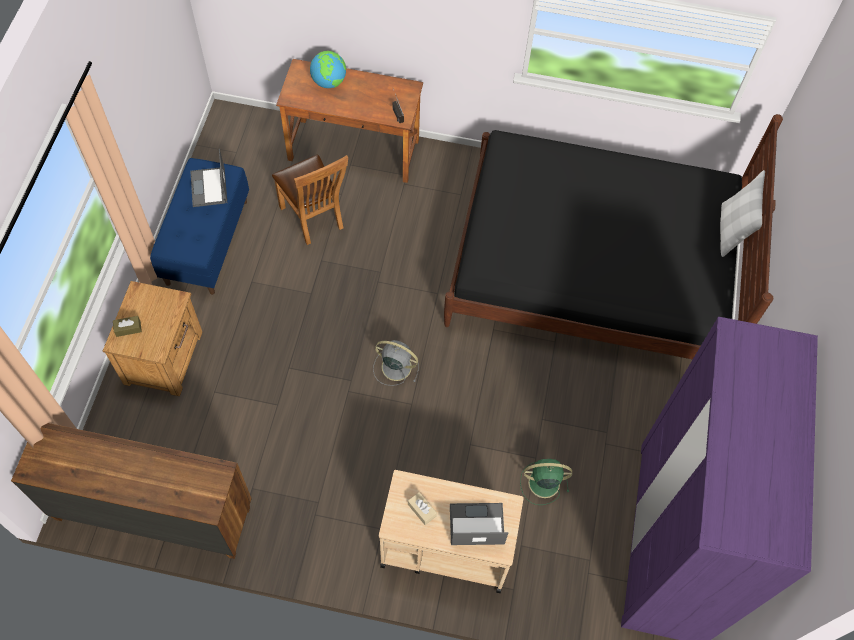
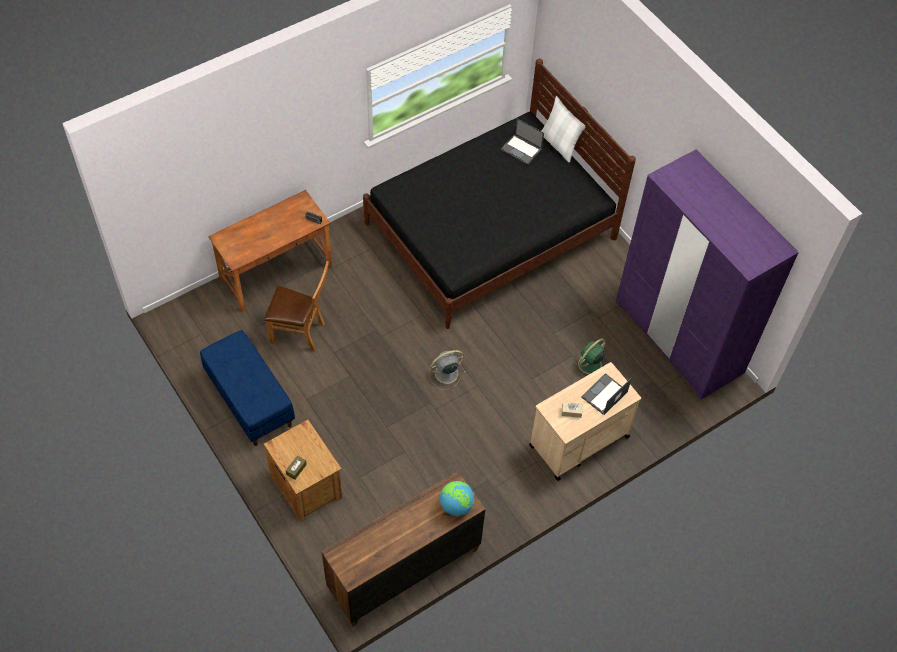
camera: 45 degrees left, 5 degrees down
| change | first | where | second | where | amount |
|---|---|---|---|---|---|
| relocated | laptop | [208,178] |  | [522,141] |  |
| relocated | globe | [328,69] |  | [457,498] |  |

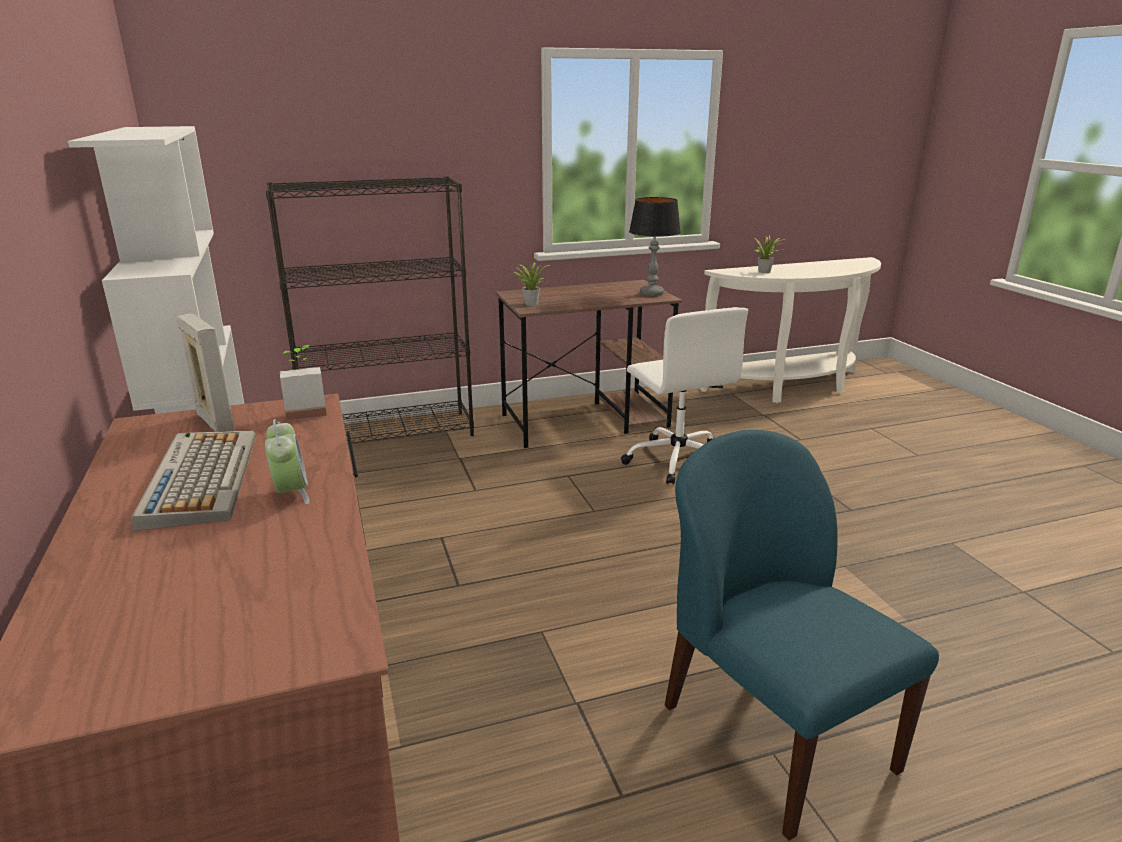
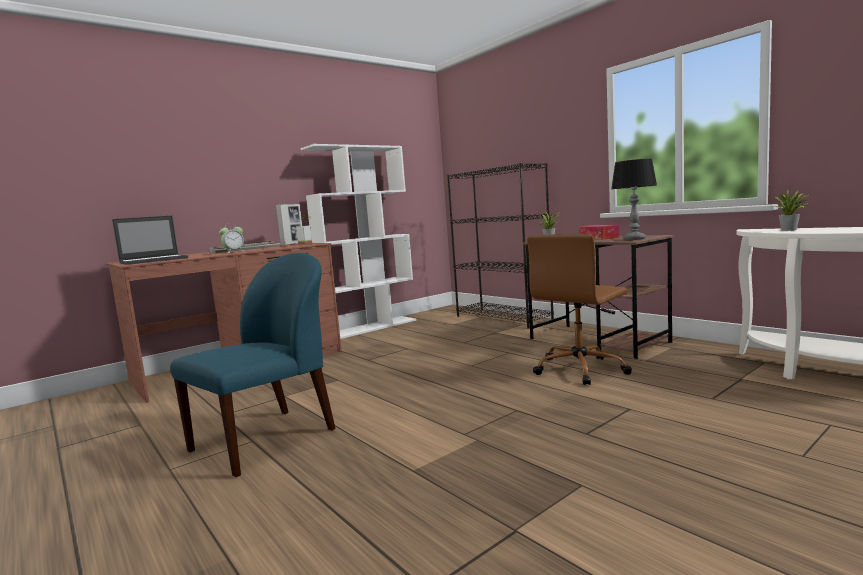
camera: 70 degrees right, 15 degrees down
| change | first | where | second | where | amount |
|---|---|---|---|---|---|
| colour | white office chair | [684,395] | brown office chair | [579,309] |  |
| appeared |  |  | laptop | [150,240] |  |
| appeared |  |  | tissue box | [599,232] |  |

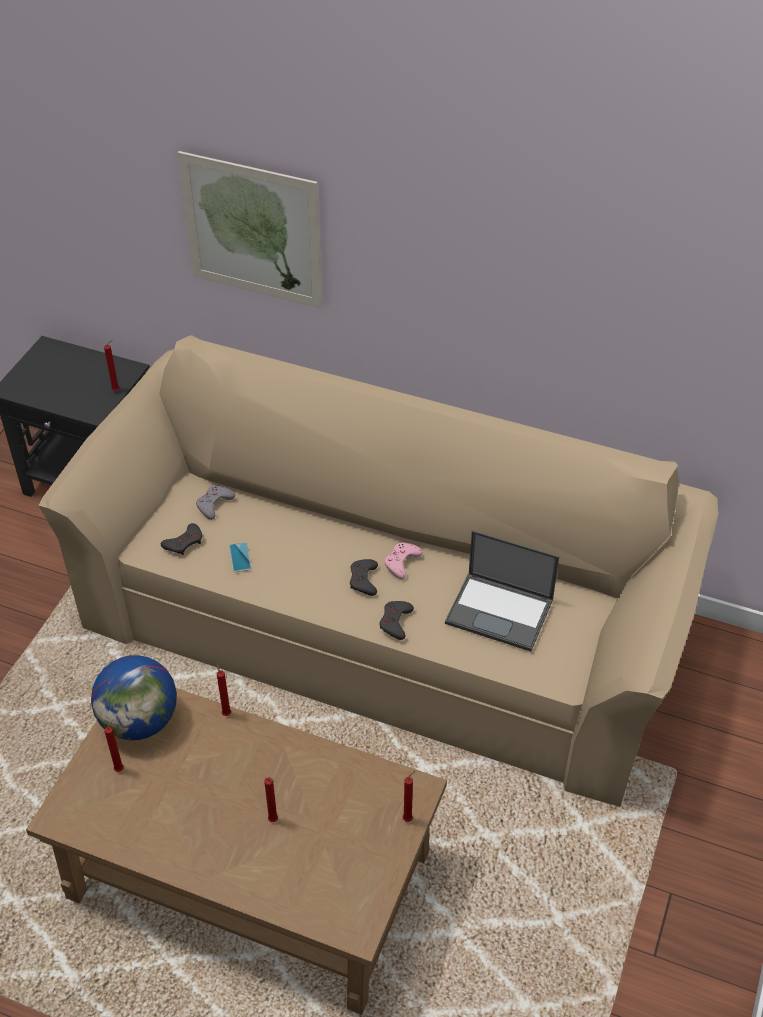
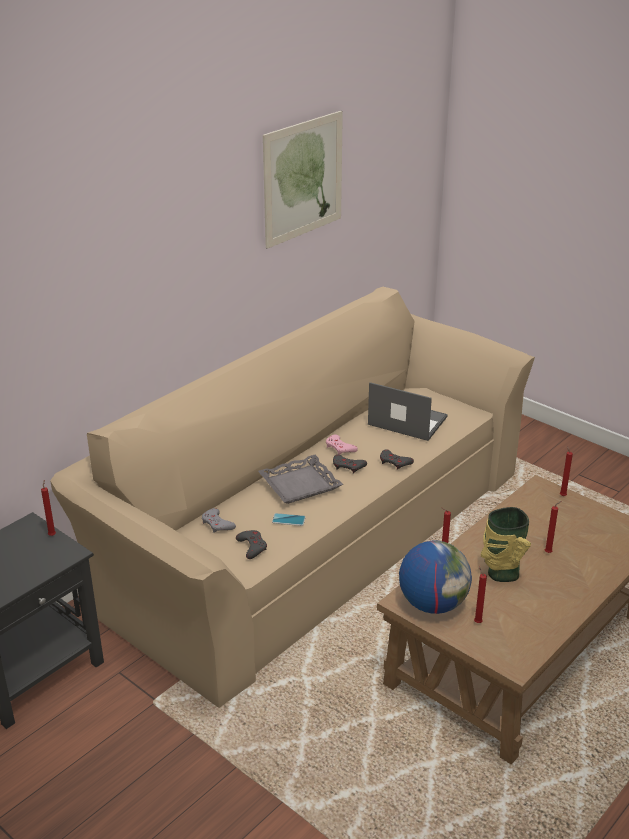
camera: 70 degrees left, 15 degrees down
| change | first | where | second | where | amount |
|---|---|---|---|---|---|
| relocated | picture | [250,229] |  | [303,180] |  |
| spun | laptop | [502,590] |  | [408,411] | 105 degrees counterclockwise |
| appeared |  |  | grey tray | [300,479] |  |
| appeared |  |  | vase | [506,544] |  |

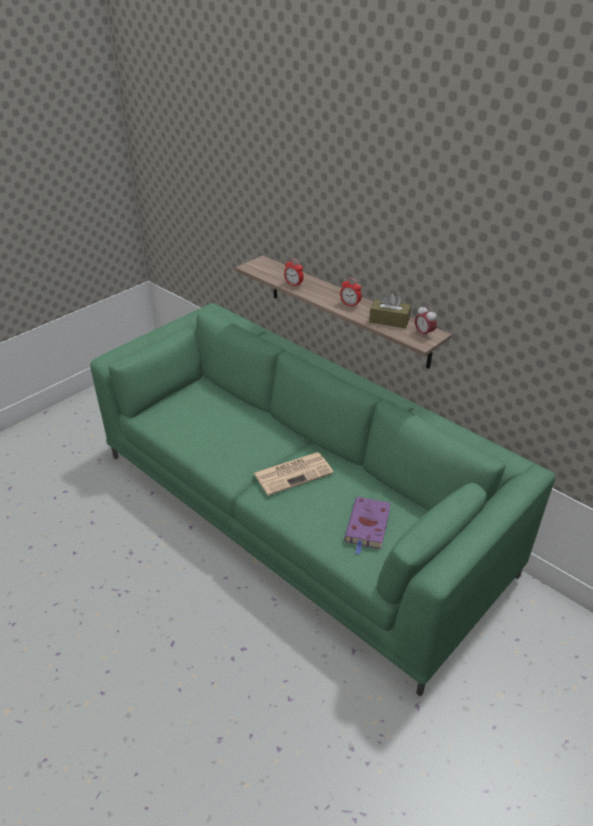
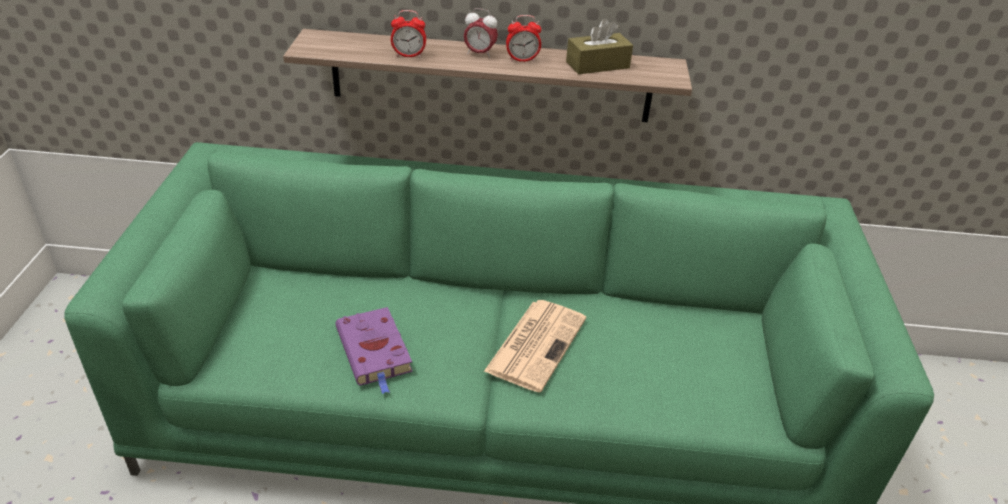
camera: 40 degrees left, 0 degrees up
| change | first | where | second | where | amount |
|---|---|---|---|---|---|
| relocated | purple book | [367,525] |  | [374,350] |  |
| relocated | alarm clock | [426,320] |  | [481,33] |  |

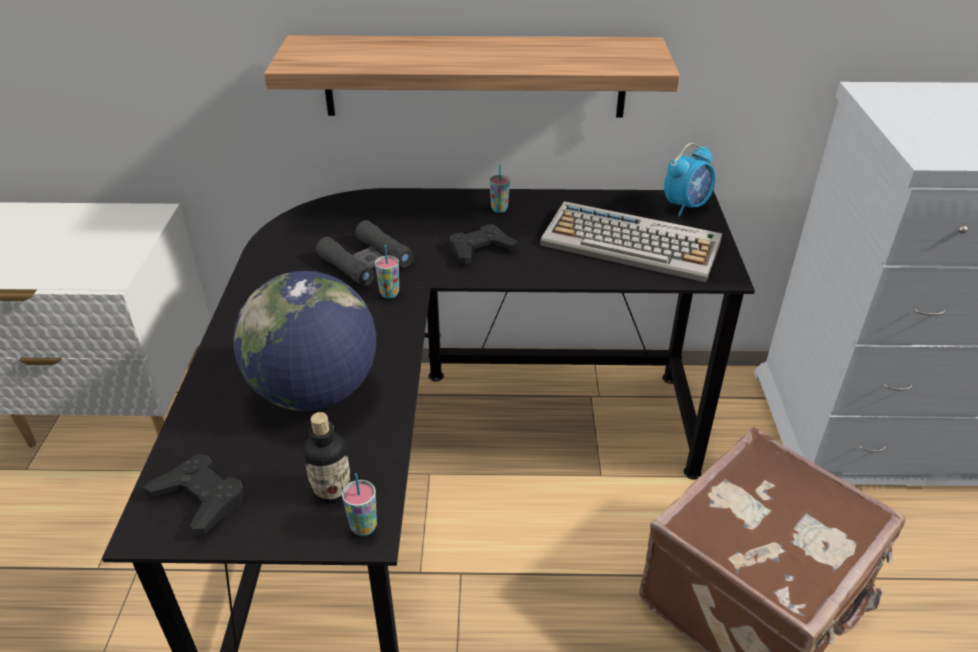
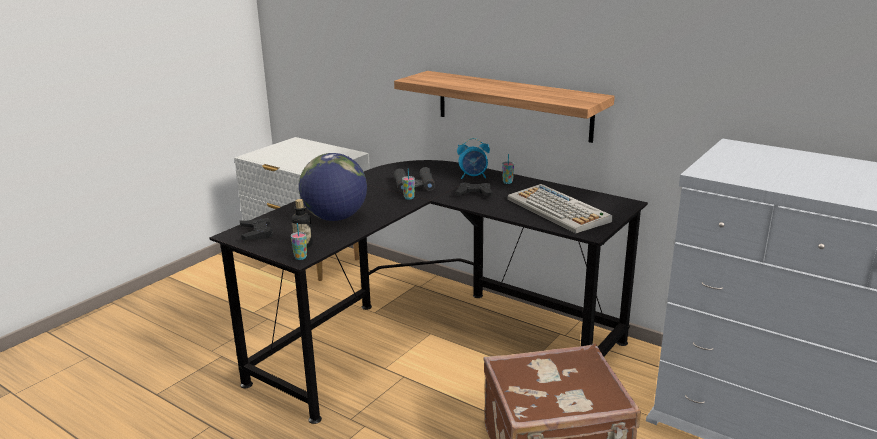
camera: 35 degrees right, 15 degrees down
| change | first | where | second | where | amount |
|---|---|---|---|---|---|
| relocated | alarm clock | [690,180] |  | [473,158] |  |

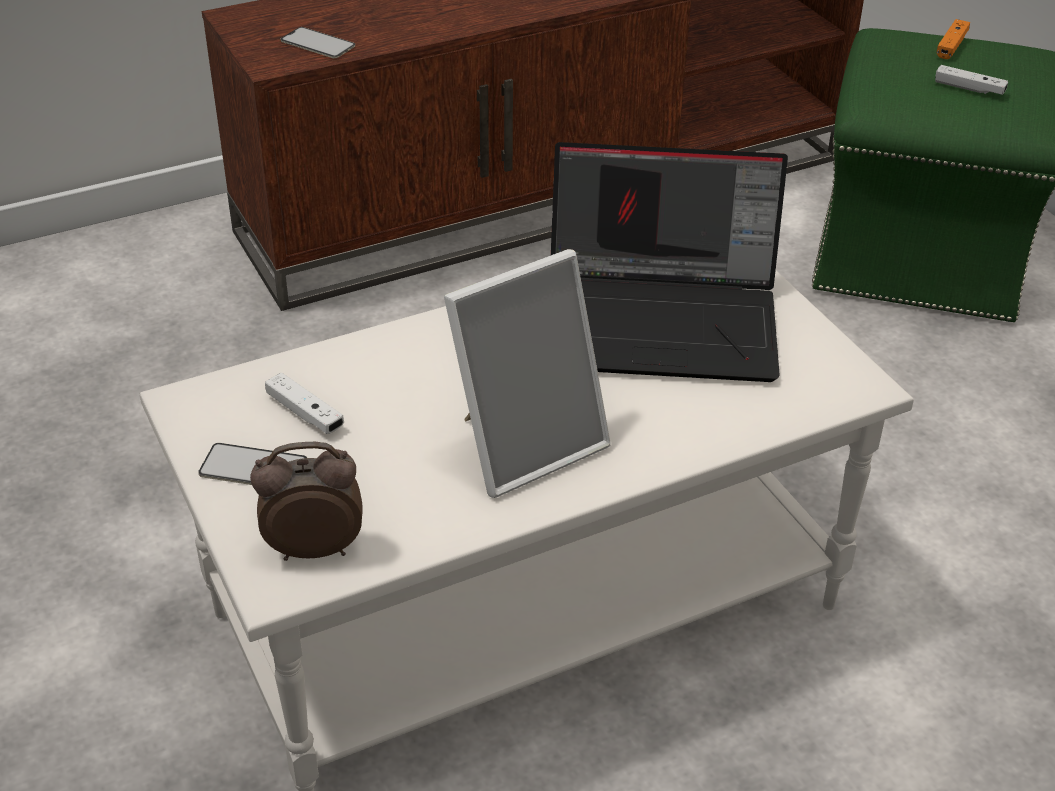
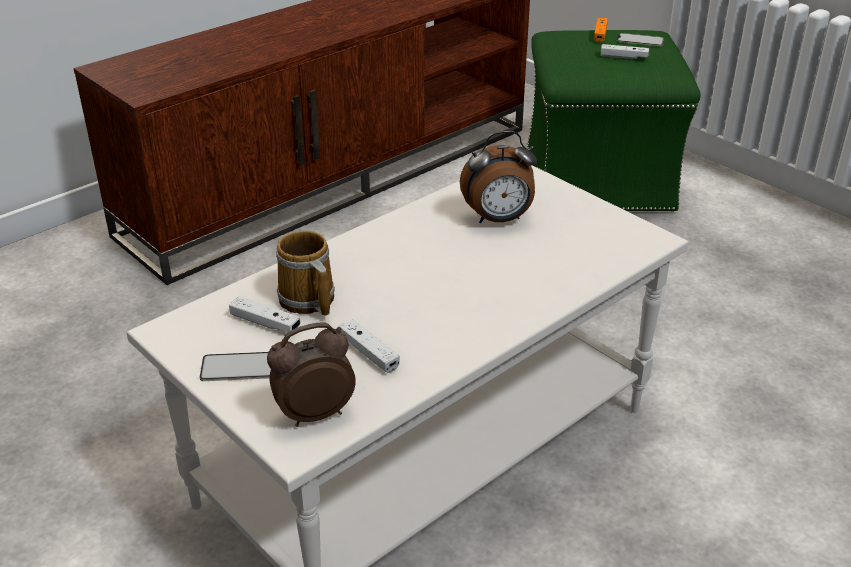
camera: 15 degrees left, 5 degrees down
| change | first | where | second | where | amount |
|---|---|---|---|---|---|
| relocated | phone | [318,42] |  | [640,39] |  |
| missing | picture frame | [527,373] |  |  |  |
| exchanged | laptop | [669,262] | alarm clock | [498,177] |  |
| appeared |  |  | mug | [305,273] |  |
| appeared |  |  | white game controller | [369,346] |  |

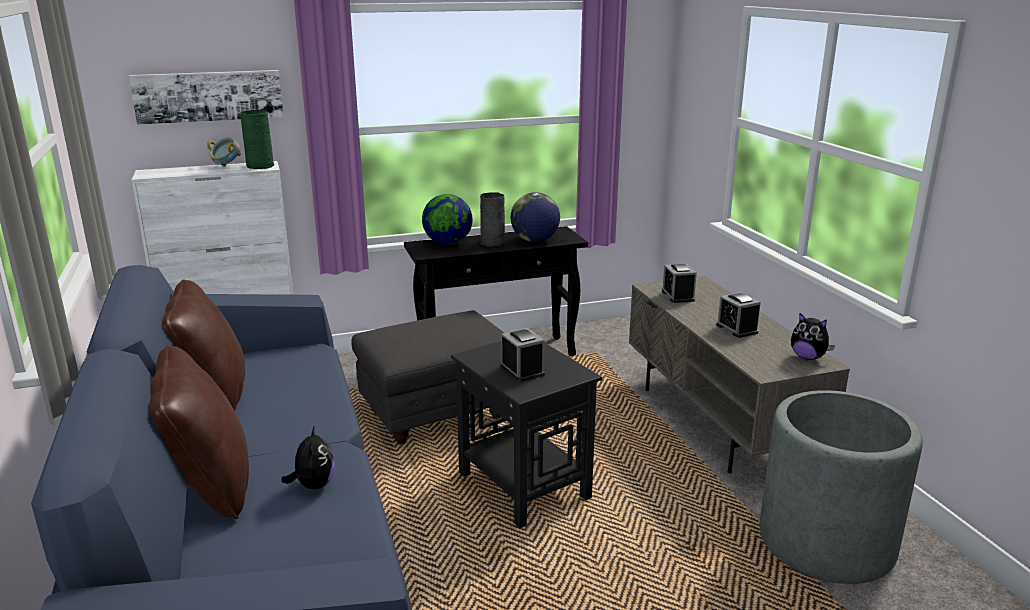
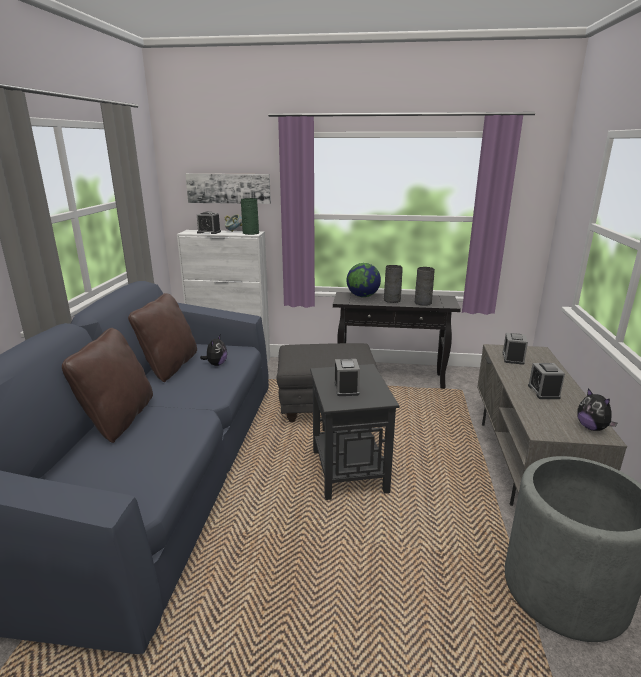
camera: 25 degrees right, 0 degrees up
| change | first | where | second | where | amount |
|---|---|---|---|---|---|
| relocated | plush toy | [308,457] |  | [213,350] |  |
| exchanged | globe | [535,217] | grey vase | [425,286] |  |
| appeared |  |  | alarm clock | [209,222] |  |

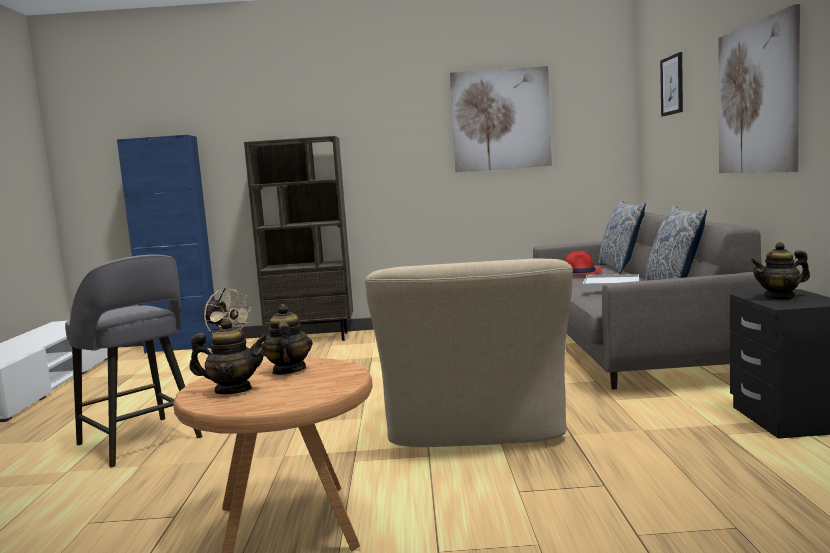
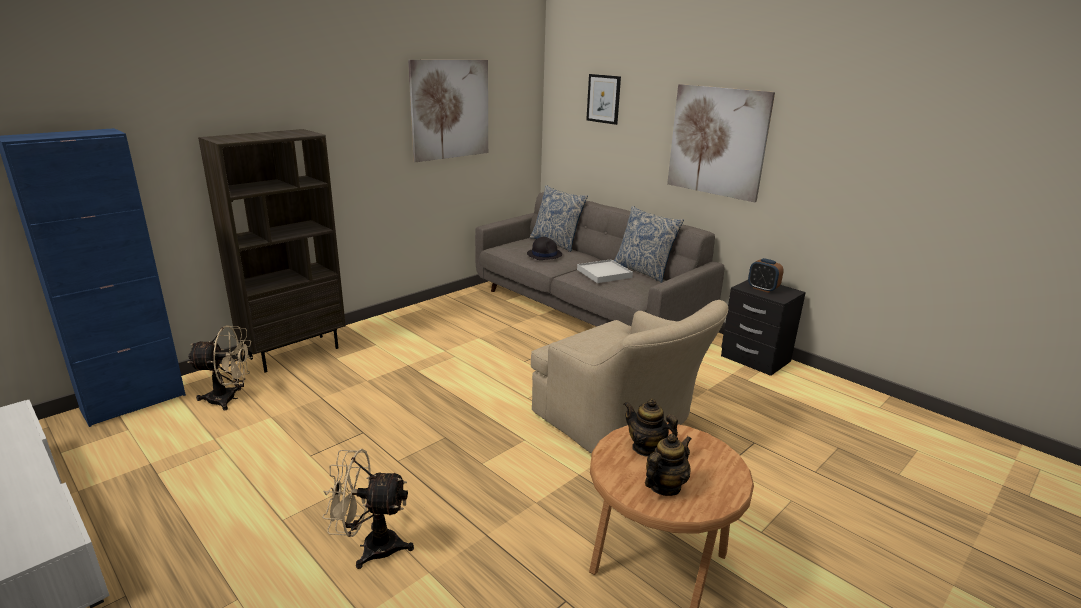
camera: 45 degrees left, 15 degrees up
| change | first | where | second | where | amount |
|---|---|---|---|---|---|
| exchanged | grey stool | [133,361] | beige fan | [368,509] |  |
| colour | red hat | [583,263] | black hat | [544,248] |  |
| exchanged | teapot | [780,271] | alarm clock | [766,275] |  |

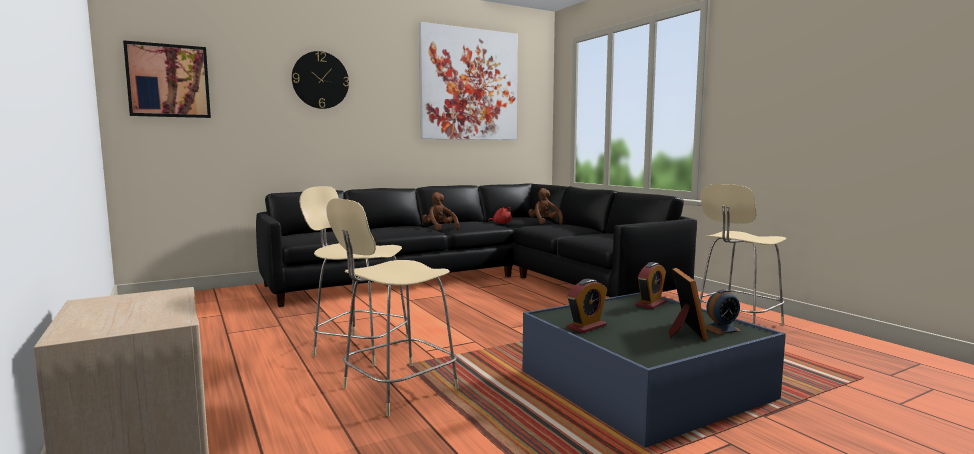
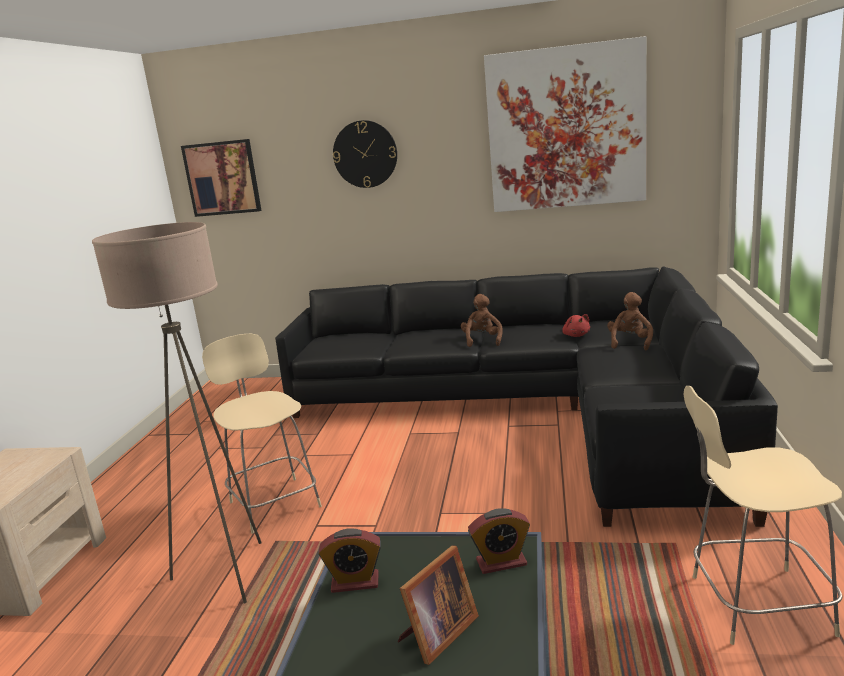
camera: 40 degrees right, 10 degrees up
| change | first | where | second | where | amount |
|---|---|---|---|---|---|
| exchanged | beige stool | [392,307] | beige floor lamp | [177,413] |  |
| missing | alarm clock | [723,312] |  |  |  |

